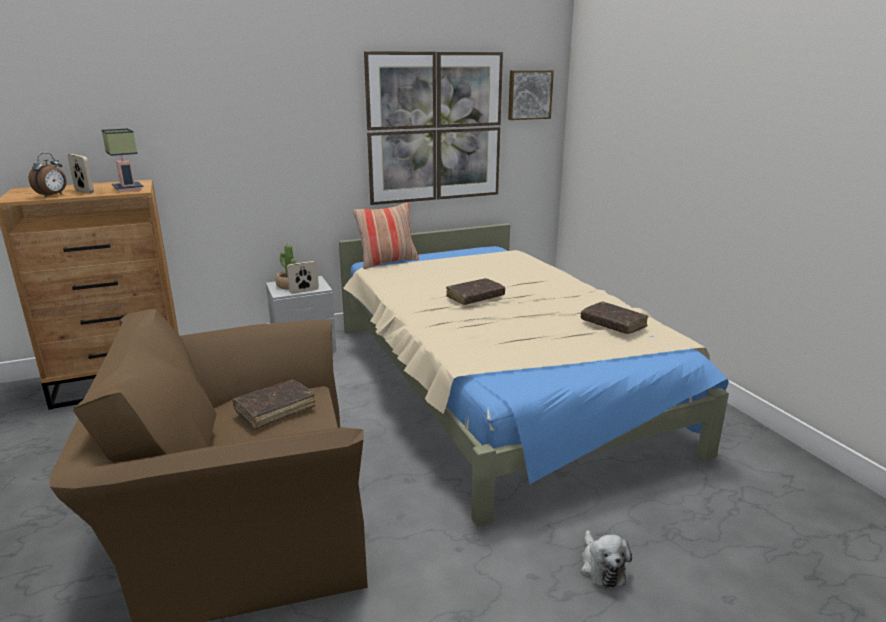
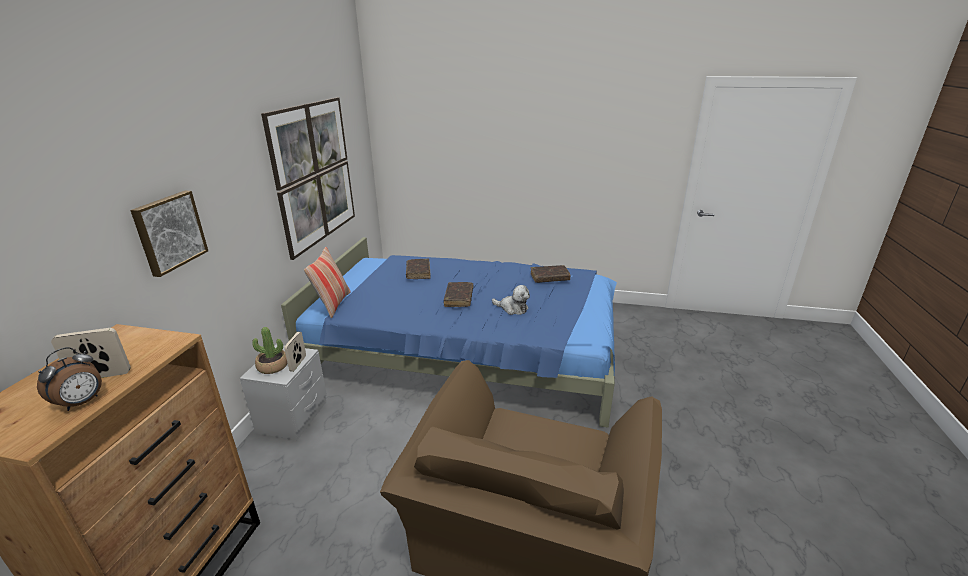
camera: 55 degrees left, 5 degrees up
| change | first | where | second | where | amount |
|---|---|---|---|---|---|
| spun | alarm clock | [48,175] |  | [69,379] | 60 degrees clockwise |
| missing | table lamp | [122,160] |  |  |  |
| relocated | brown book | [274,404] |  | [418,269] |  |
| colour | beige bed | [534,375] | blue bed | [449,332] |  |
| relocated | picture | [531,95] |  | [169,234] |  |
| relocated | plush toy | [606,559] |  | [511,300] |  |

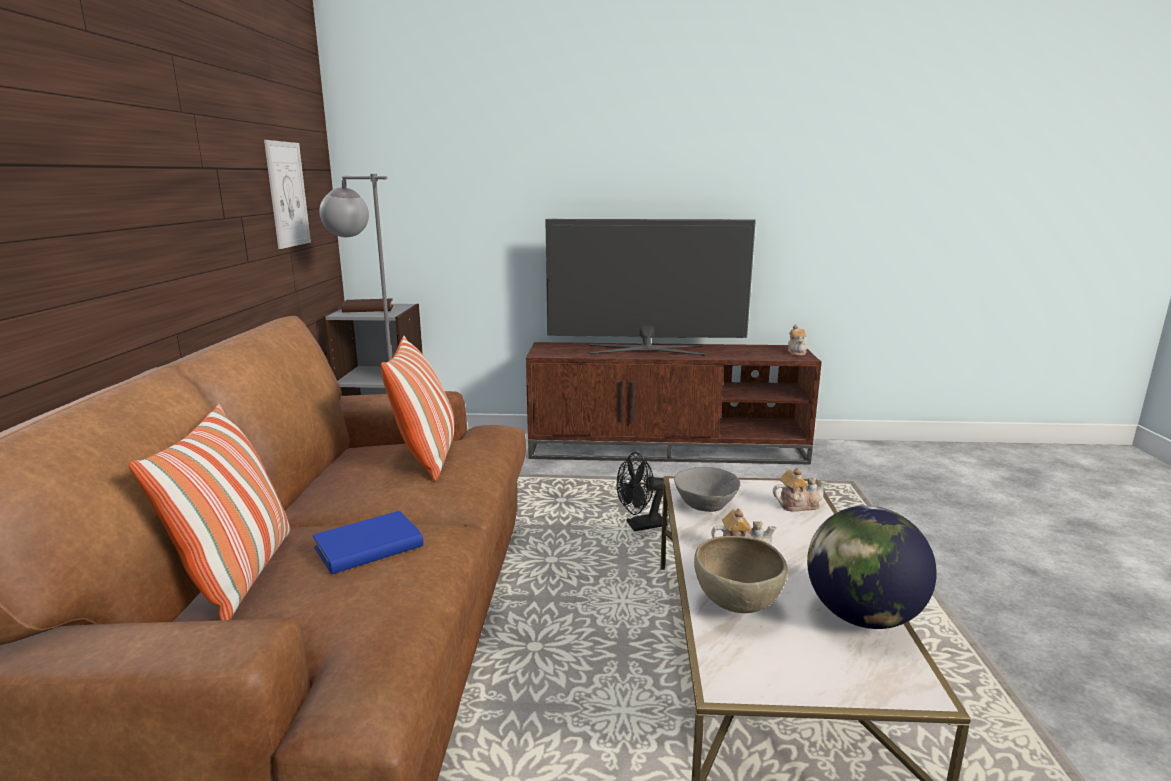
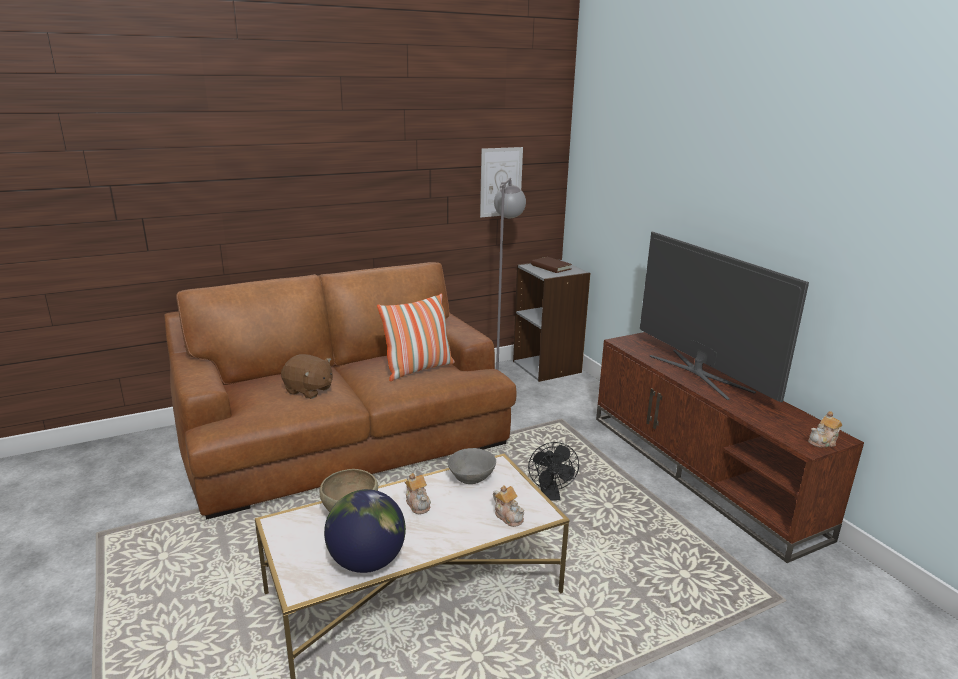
camera: 60 degrees right, 5 degrees up
| change | first | where | second | where | amount |
|---|---|---|---|---|---|
| missing | pillow | [210,512] |  |  |  |
| exchanged | blue book | [368,542] | brown plush toy | [307,376] |  |
| spun | black fan | [640,491] |  | [553,471] | 135 degrees counterclockwise |

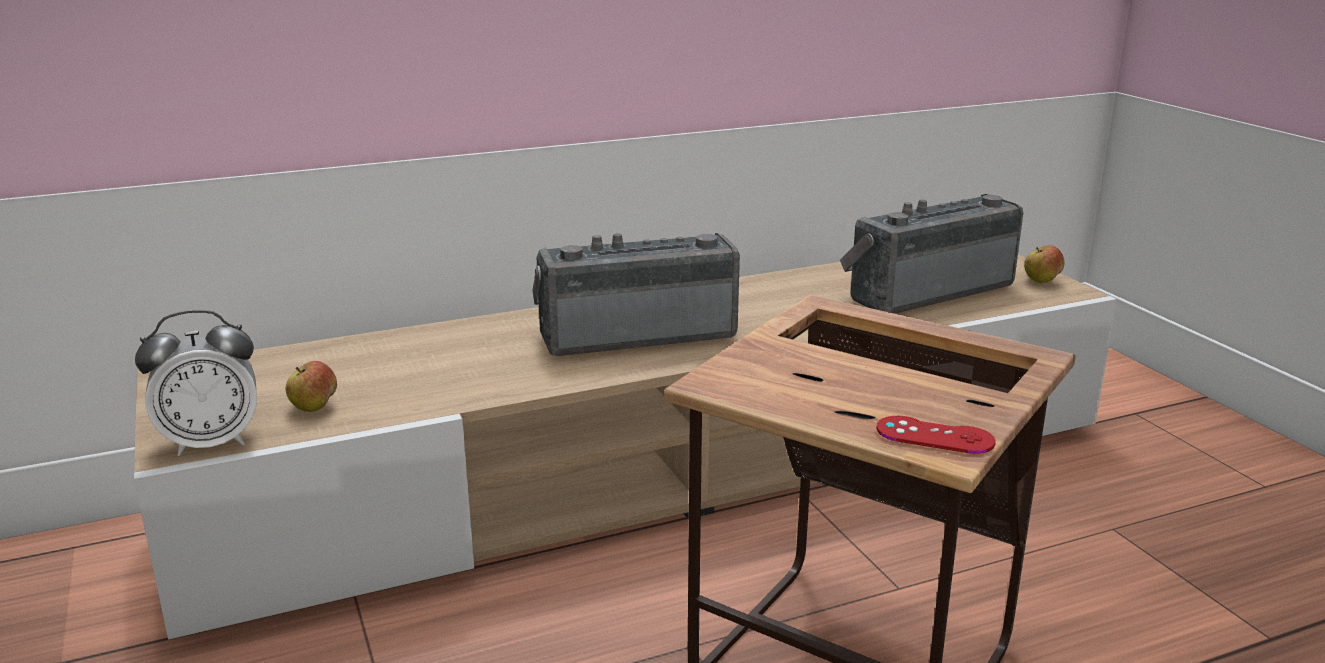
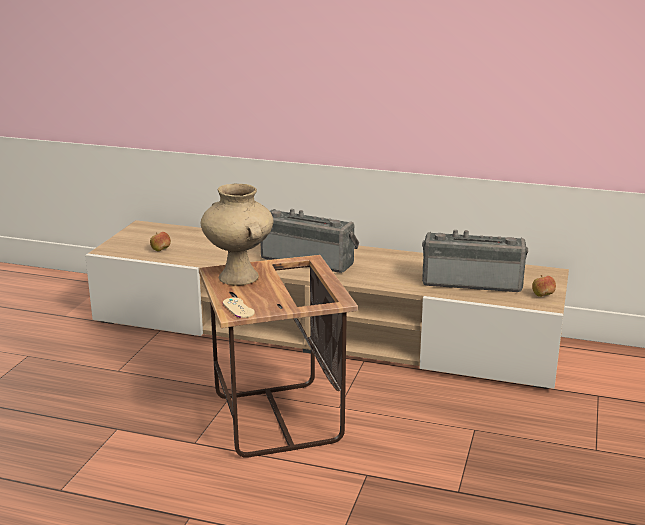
camera: 40 degrees right, 0 degrees up
| change | first | where | second | where | amount |
|---|---|---|---|---|---|
| missing | alarm clock | [196,383] |  |  |  |
| colour | red game controller | [936,435] | beige game controller | [239,308] |  |
| appeared |  |  | beige vase | [236,235] |  |

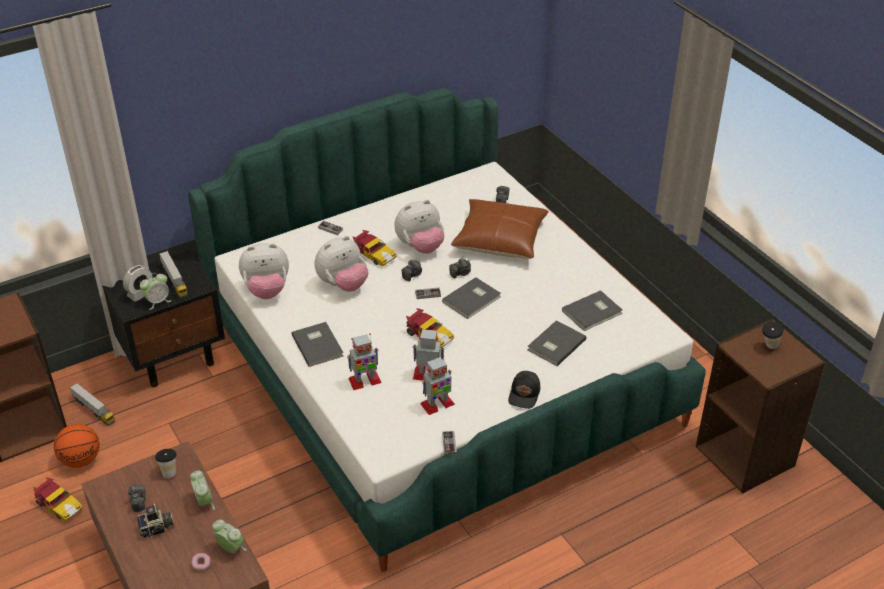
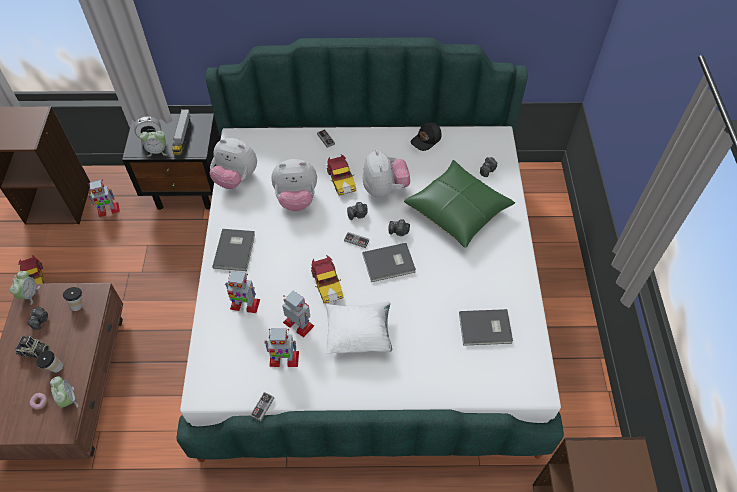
camera: 30 degrees right, 15 degrees up
| change | first | where | second | where | amount |
|---|---|---|---|---|---|
| missing | basketball | [77,446] |  |  |  |
| exchanged | toy truck | [92,404] | toy robot | [104,198] |  |
| relocated | alarm clock | [202,490] |  | [25,288] |  |
| spun | plush toy | [420,227] |  | [386,173] | 105 degrees counterclockwise |
| colour | brown pillow | [500,229] | green pillow | [459,204] |  |
| relocated | black cap | [524,390] |  | [426,136] |  |
| missing | grey book | [557,343] |  |  |  |
| relocated | cup | [773,335] |  | [49,361] |  |
| appeared |  |  | white pillow | [359,327] |  |

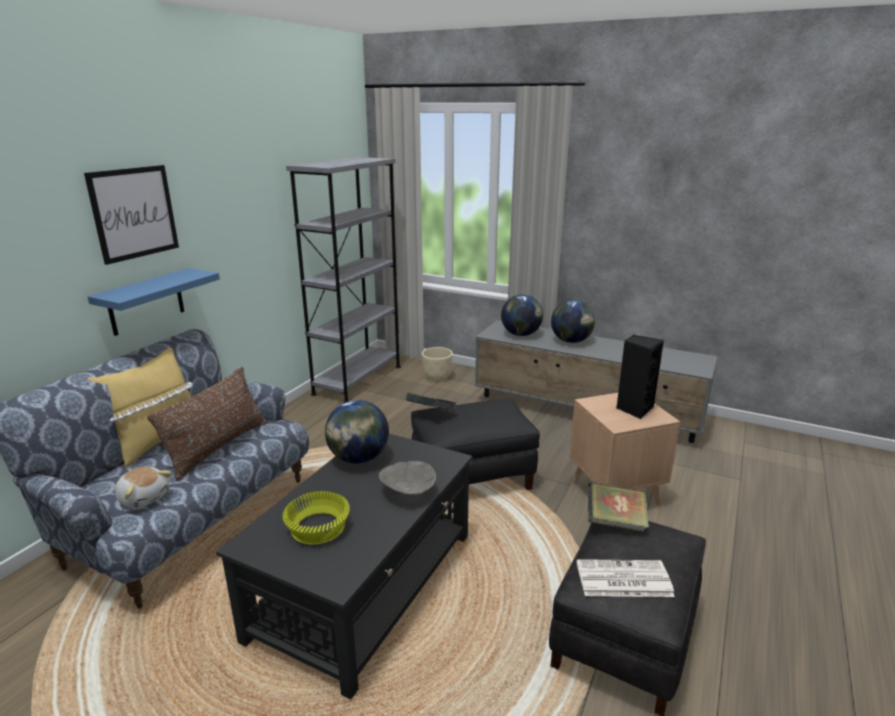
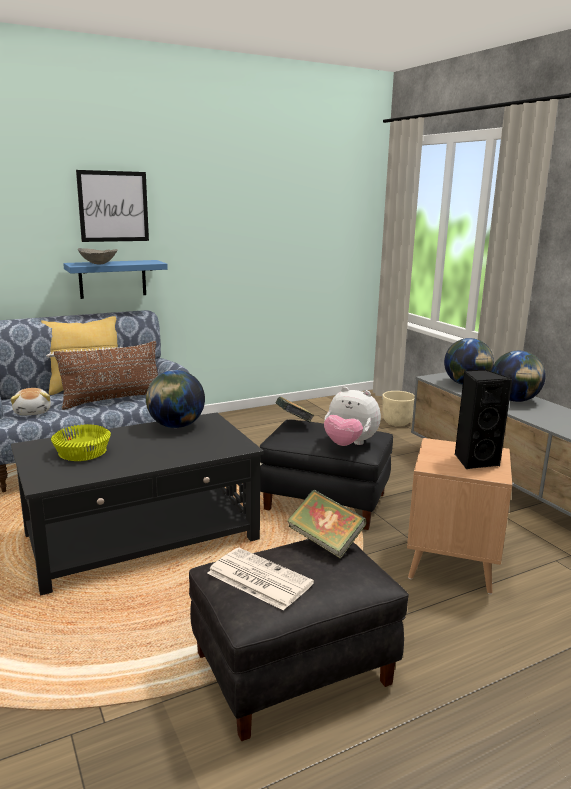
camera: 35 degrees right, 5 degrees down
| change | first | where | second | where | amount |
|---|---|---|---|---|---|
| missing | grey bookcase | [343,280] |  |  |  |
| relocated | grey bowl | [407,479] |  | [98,256] |  |
| appeared |  |  | plush toy | [352,416] |  |

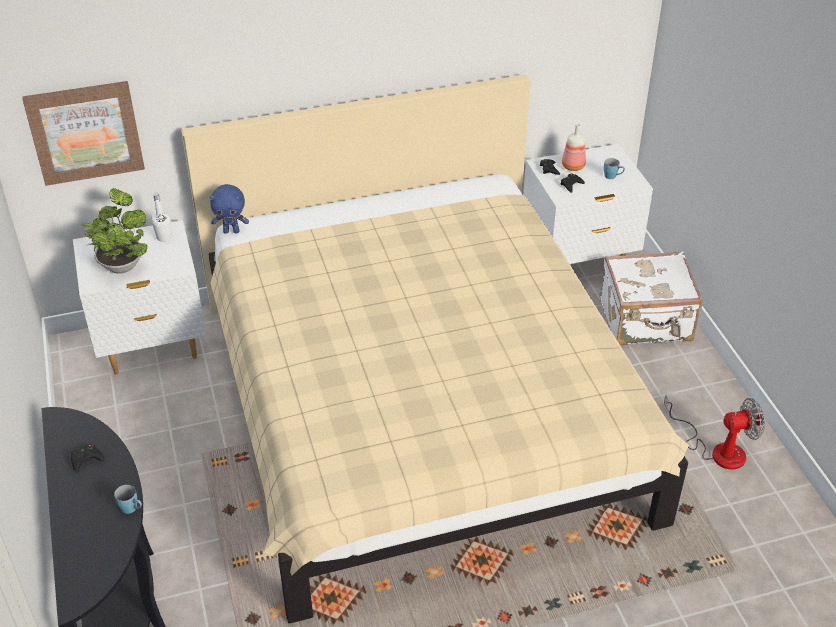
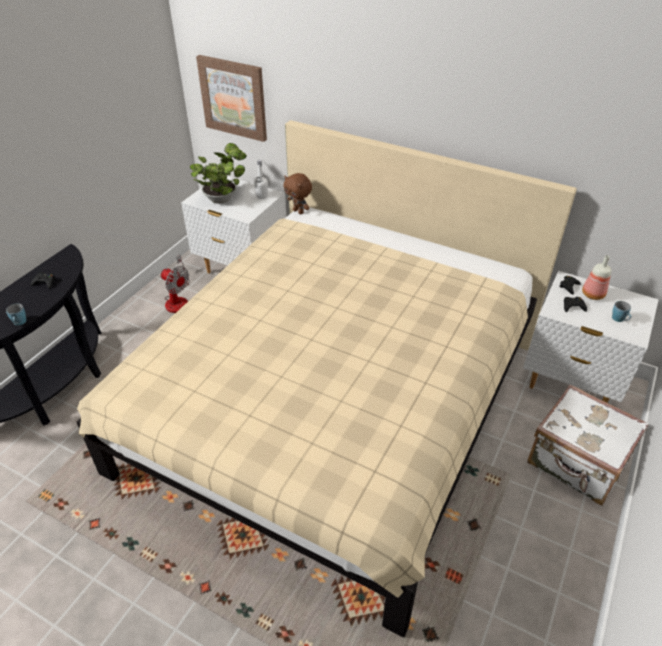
camera: 45 degrees right, 0 degrees up
| change | first | where | second | where | amount |
|---|---|---|---|---|---|
| colour | blue plush toy | [229,209] | brown plush toy | [297,193] |  |
| relocated | fan | [714,432] |  | [175,284] |  |

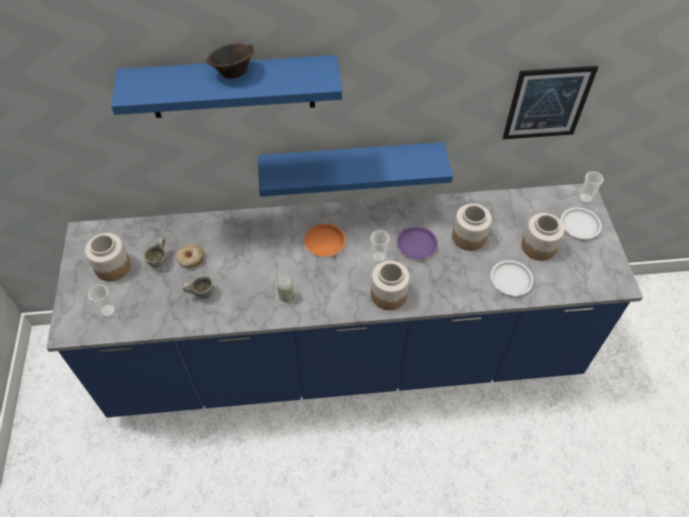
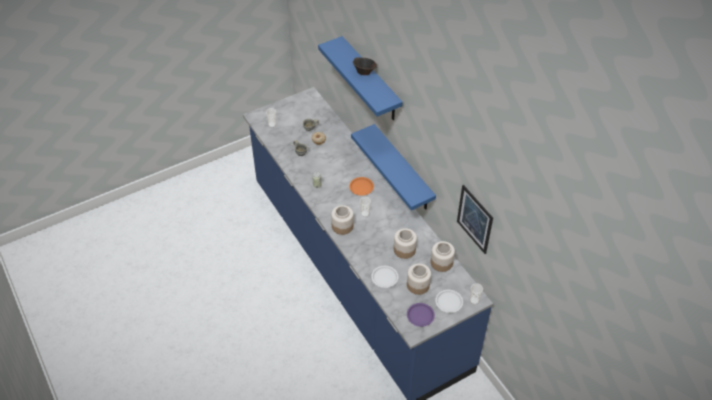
camera: 65 degrees right, 5 degrees down
| change | first | where | second | where | amount |
|---|---|---|---|---|---|
| relocated | jar | [108,257] |  | [443,256] |  |
| relocated | purple plate | [417,242] |  | [421,315] |  |

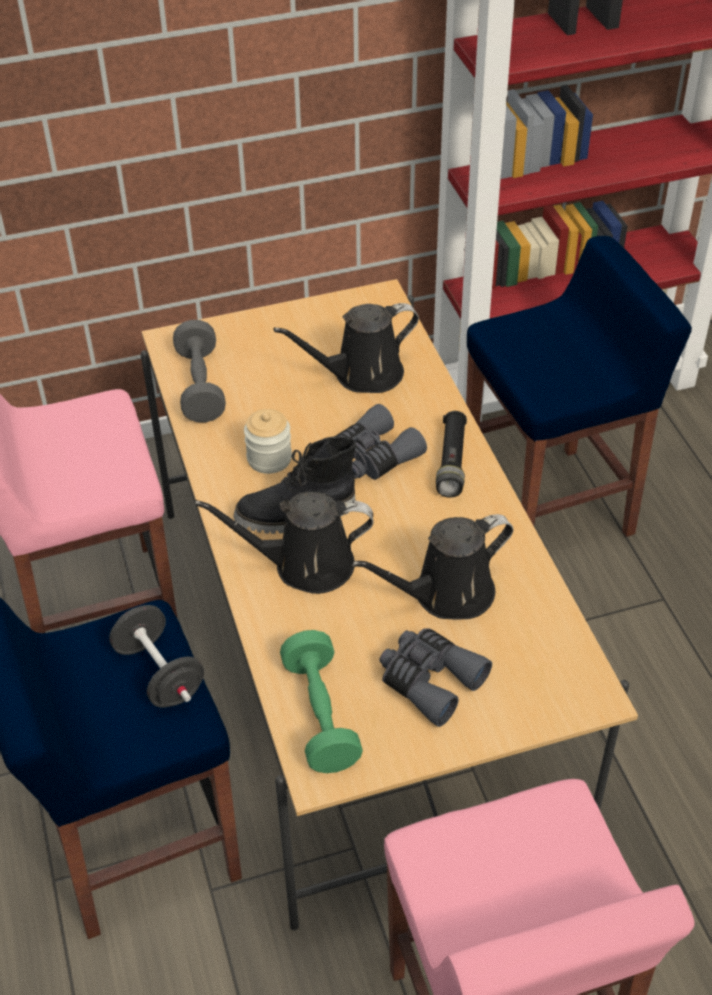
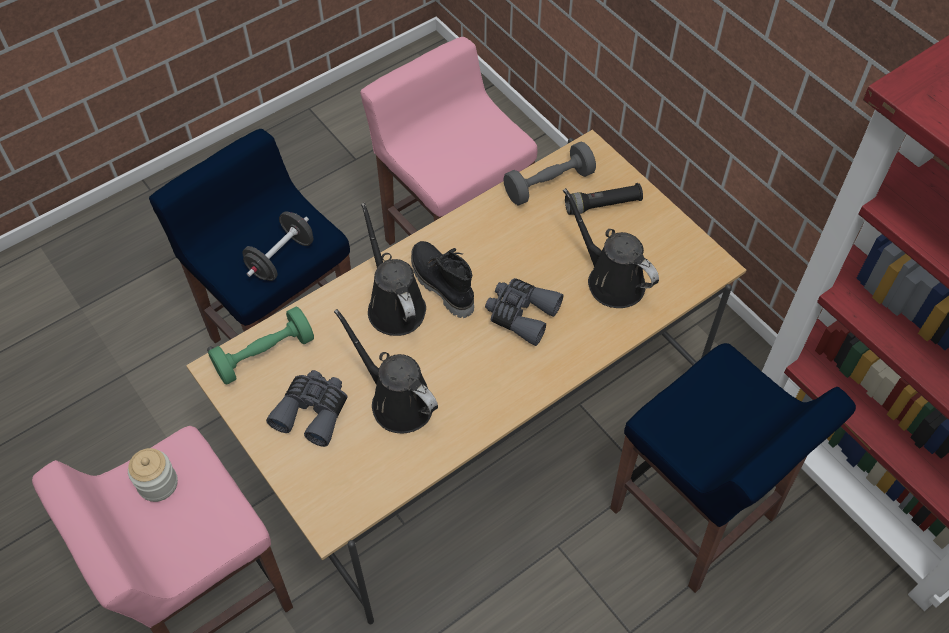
camera: 70 degrees right, 10 degrees up
| change | first | where | second | where | amount |
|---|---|---|---|---|---|
| relocated | jar | [268,441] |  | [153,475] |  |
| relocated | black flashlight | [451,454] |  | [604,199] |  |

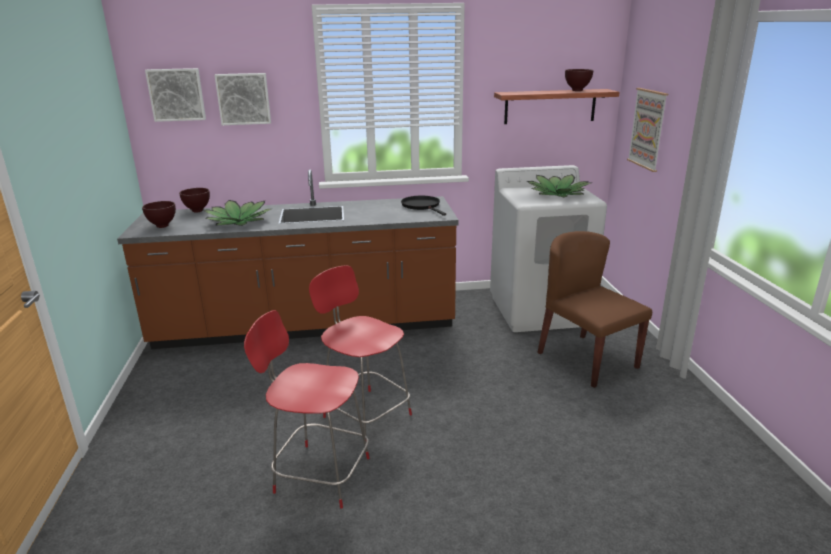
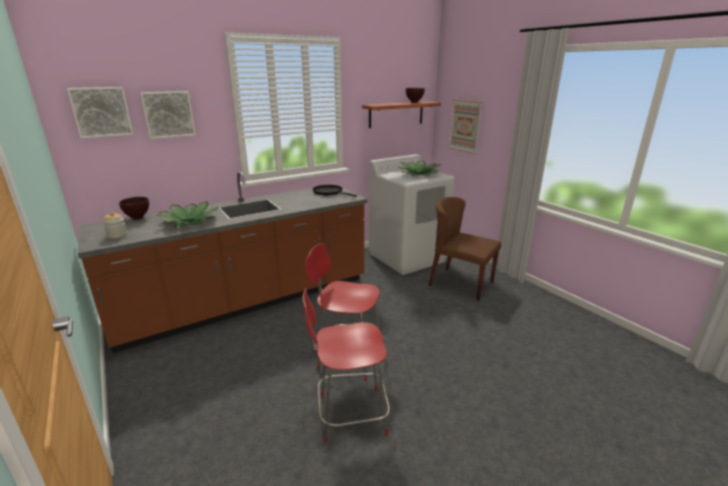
camera: 25 degrees left, 0 degrees up
| change | first | where | second | where | amount |
|---|---|---|---|---|---|
| exchanged | brown bowl | [159,214] | jar | [115,225] |  |

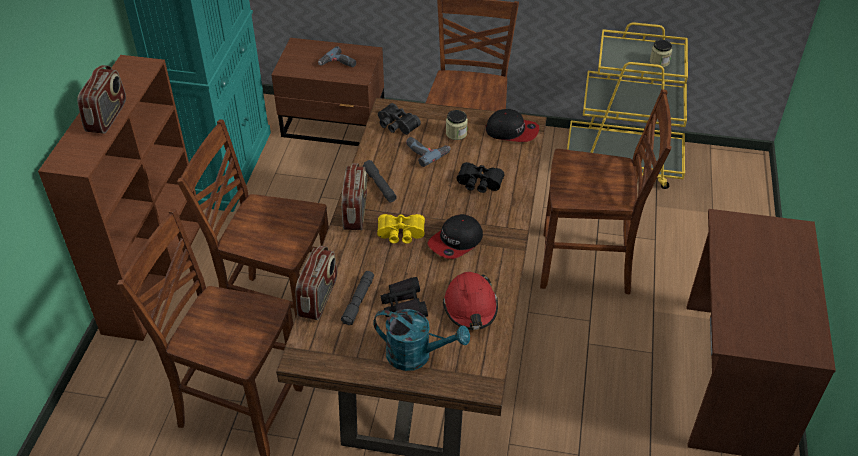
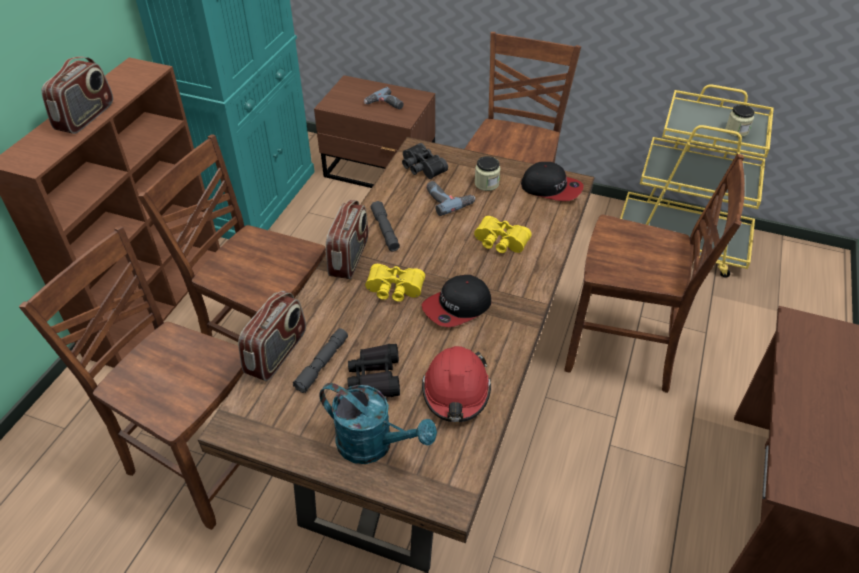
camera: 10 degrees right, 0 degrees up
| change | first | where | second | where | amount |
|---|---|---|---|---|---|
| colour | black binoculars | [481,177] | yellow binoculars | [503,234] |  |

